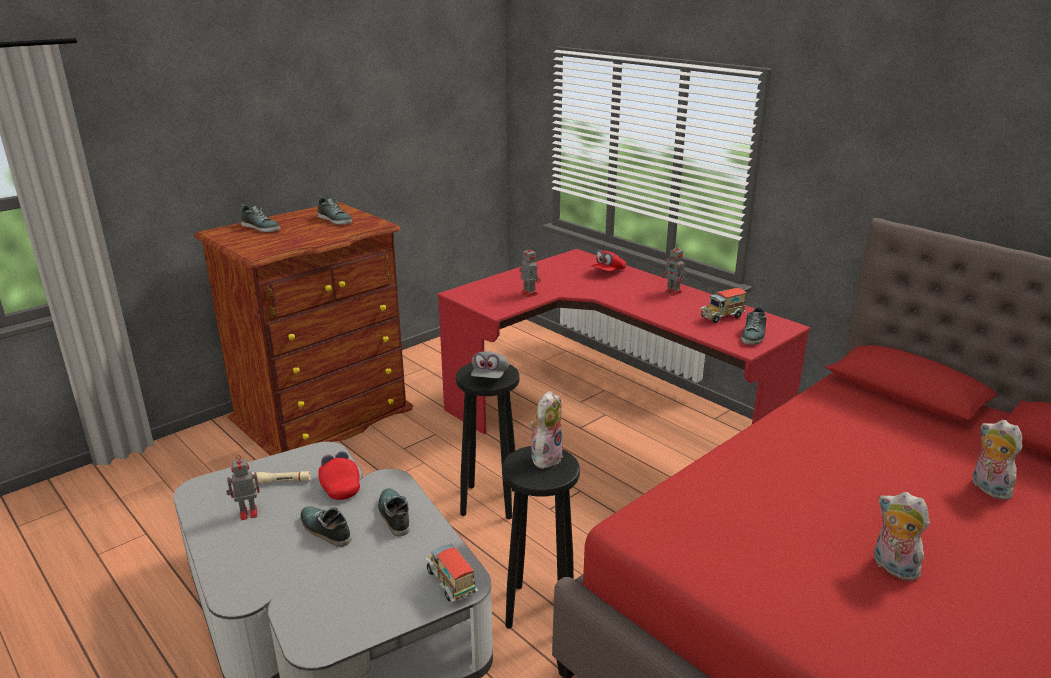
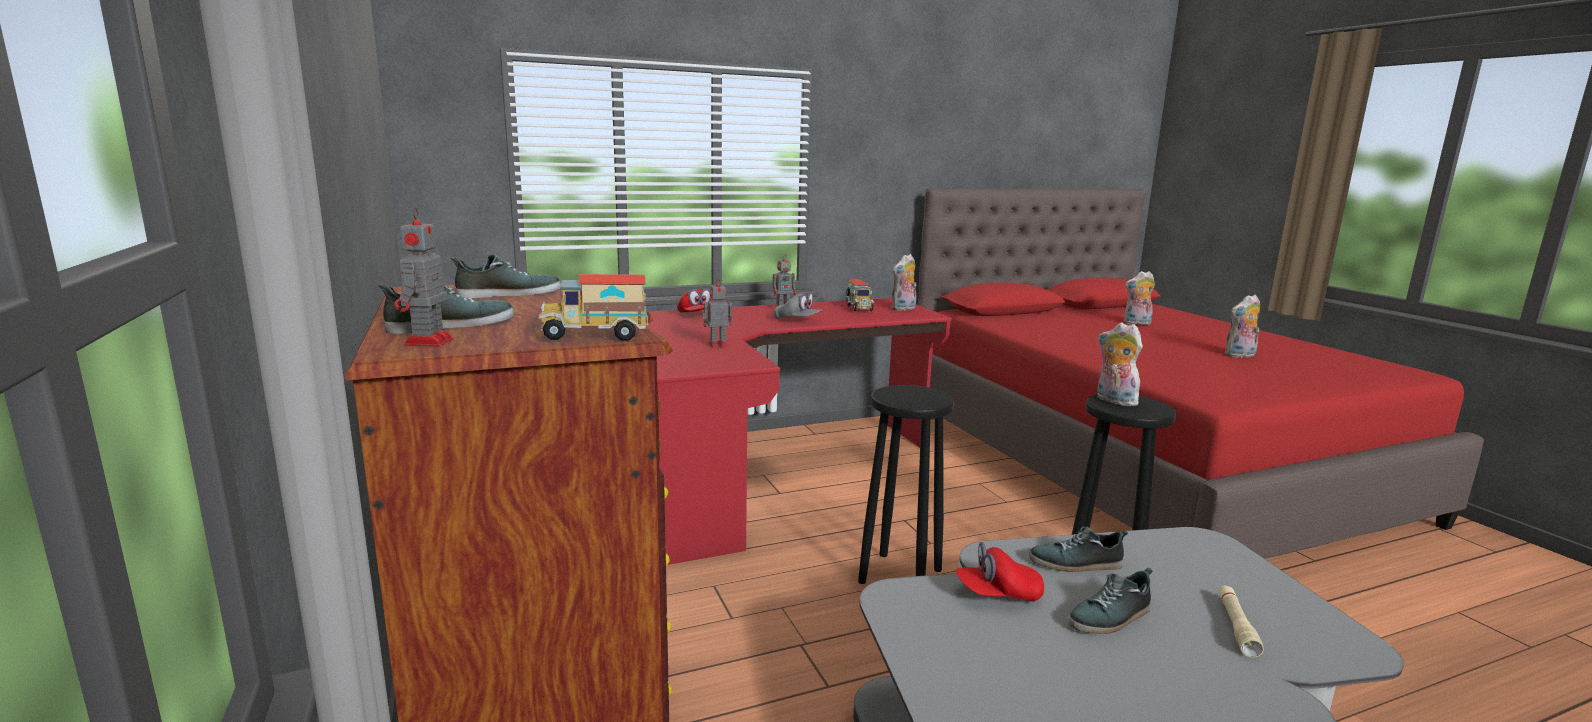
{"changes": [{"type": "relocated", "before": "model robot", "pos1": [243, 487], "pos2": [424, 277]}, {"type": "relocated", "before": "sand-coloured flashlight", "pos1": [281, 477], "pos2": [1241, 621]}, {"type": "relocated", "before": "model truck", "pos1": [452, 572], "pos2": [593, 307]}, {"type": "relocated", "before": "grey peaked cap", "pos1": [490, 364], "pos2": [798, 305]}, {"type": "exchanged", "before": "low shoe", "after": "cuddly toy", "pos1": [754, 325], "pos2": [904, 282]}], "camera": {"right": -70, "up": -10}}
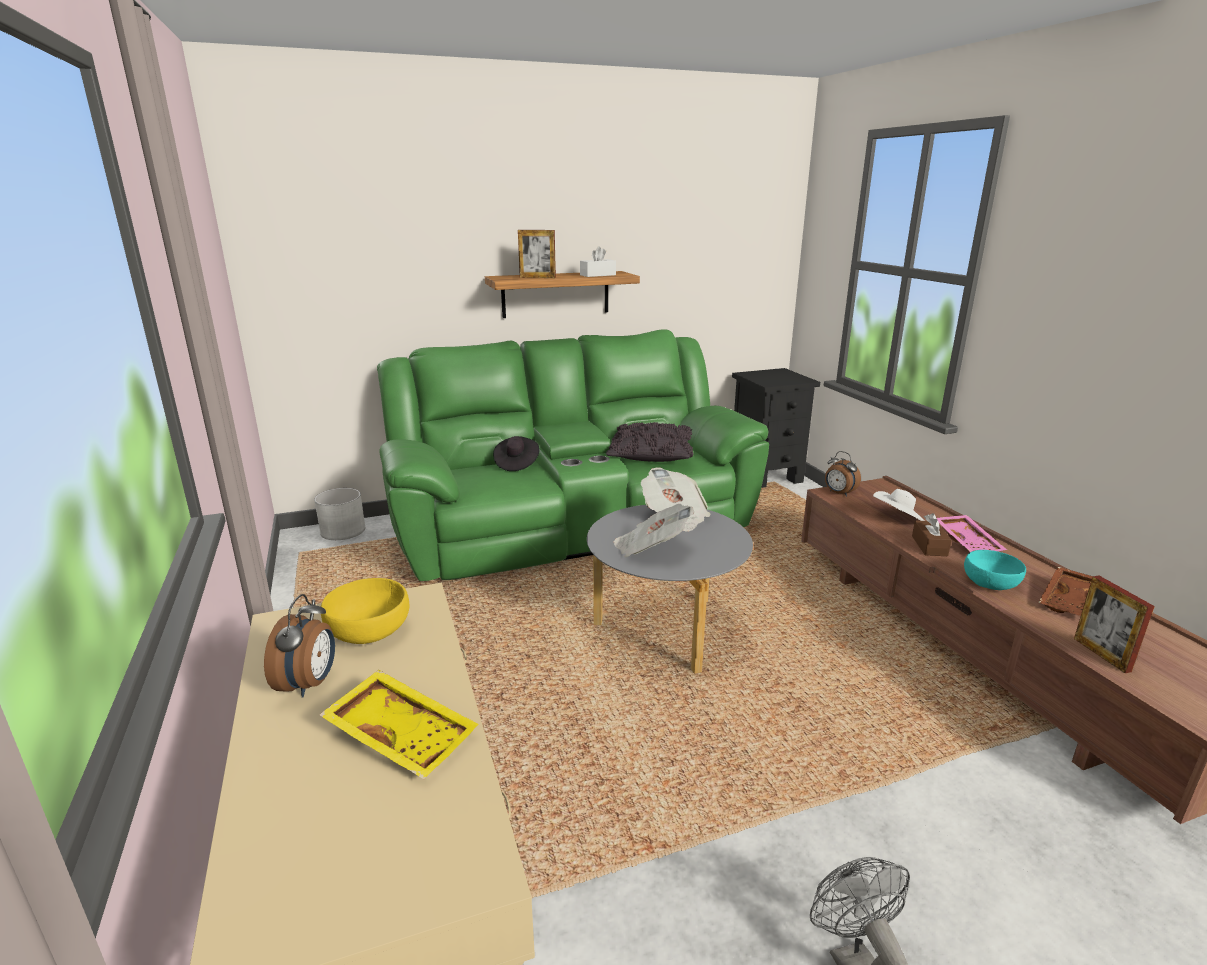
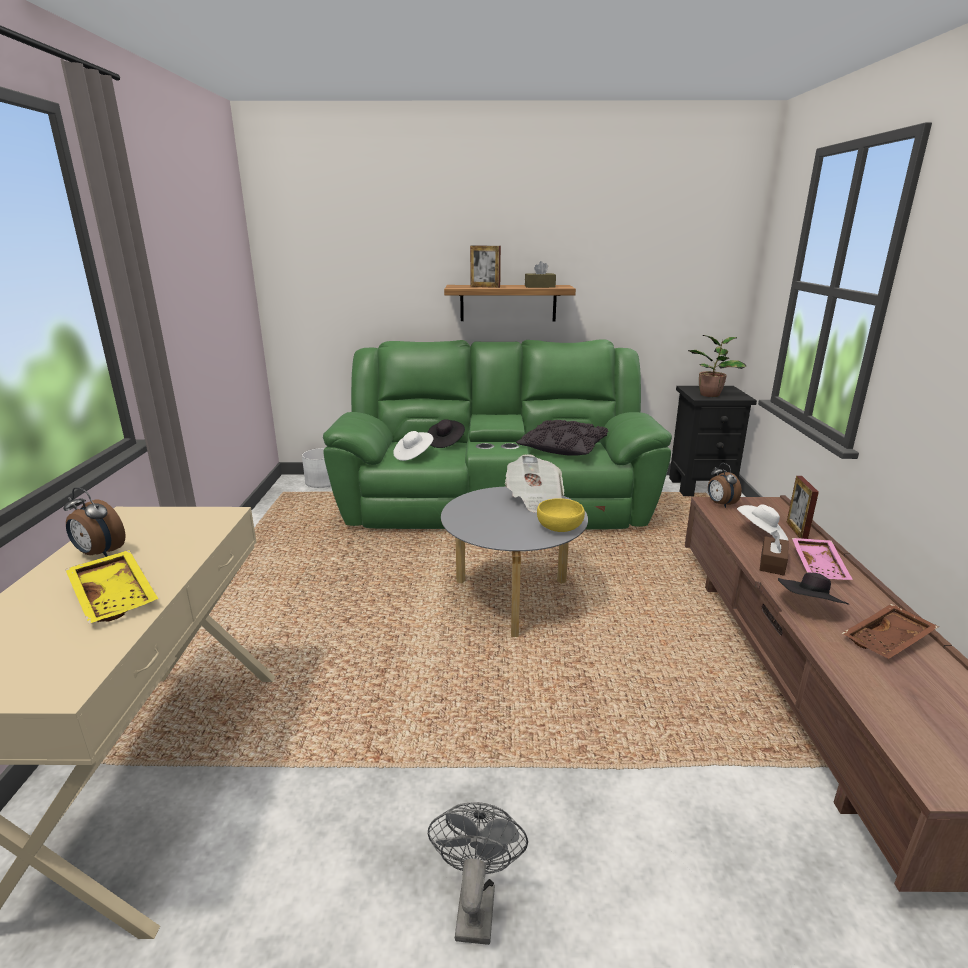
{"changes": [{"type": "missing", "before": "daily paper", "pos1": [653, 531]}, {"type": "appeared", "after": "white hat", "pos2": [413, 446]}, {"type": "appeared", "after": "potted plant", "pos2": [717, 366]}, {"type": "relocated", "before": "yellow bowl", "pos1": [365, 611], "pos2": [561, 515]}, {"type": "relocated", "before": "picture frame", "pos1": [1114, 624], "pos2": [803, 507]}, {"type": "exchanged", "before": "blue-green bowl", "after": "blackish hat", "pos1": [995, 570], "pos2": [813, 589]}, {"type": "colour", "before": "white box of tissues", "after": "brown-coloured box of tissues", "pos1": [598, 261], "pos2": [540, 274]}, {"type": "spun", "before": "table clock", "pos1": [299, 645], "pos2": [94, 522], "turn": 90}], "camera": {"right": 20, "up": 0}}
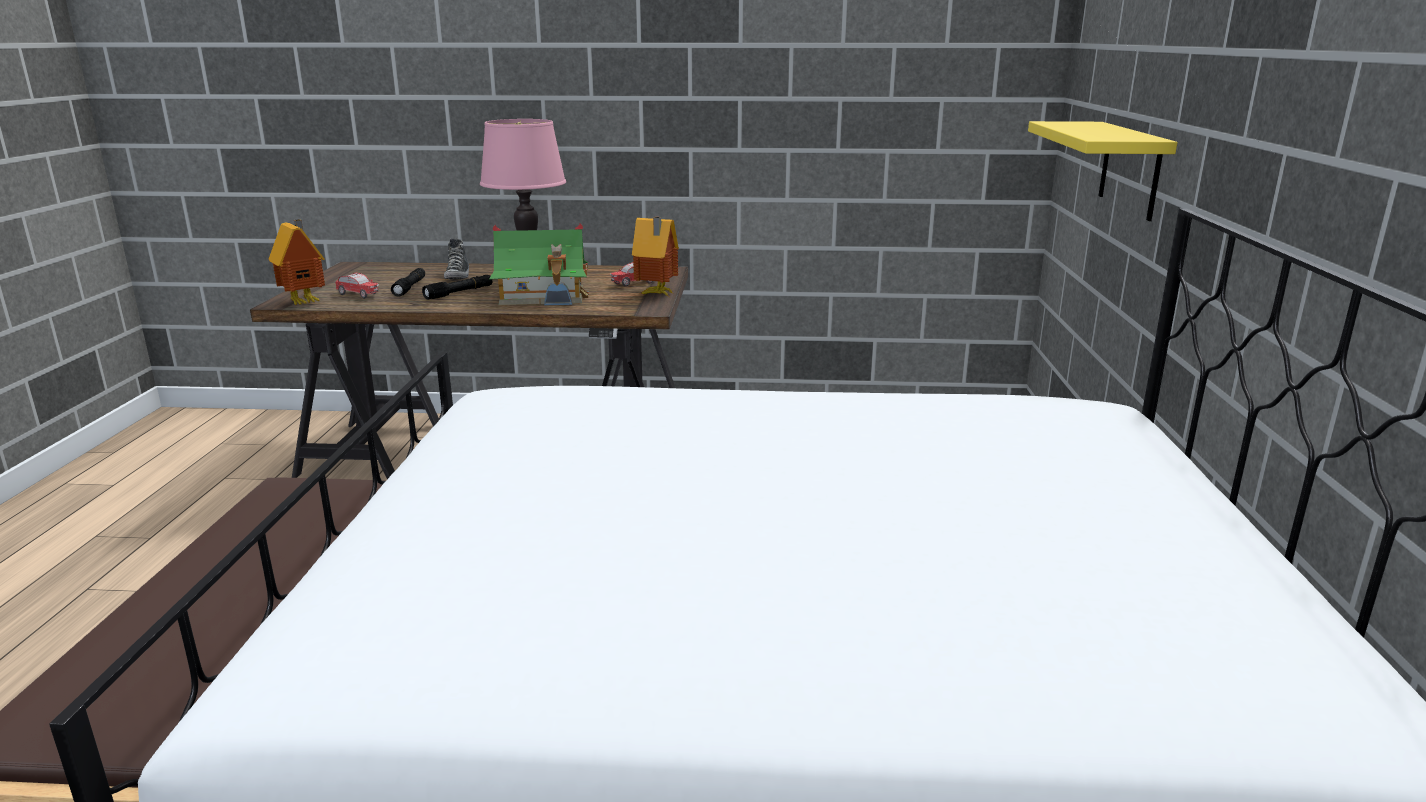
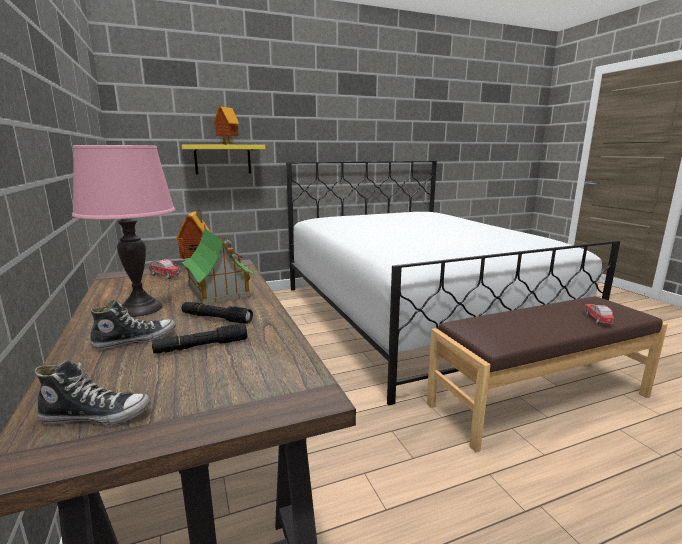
{"changes": [{"type": "appeared", "after": "low shoe", "pos2": [92, 392]}, {"type": "relocated", "before": "toy house", "pos1": [297, 262], "pos2": [226, 124]}, {"type": "relocated", "before": "model car", "pos1": [357, 286], "pos2": [599, 314]}], "camera": {"right": -115, "up": -5}}
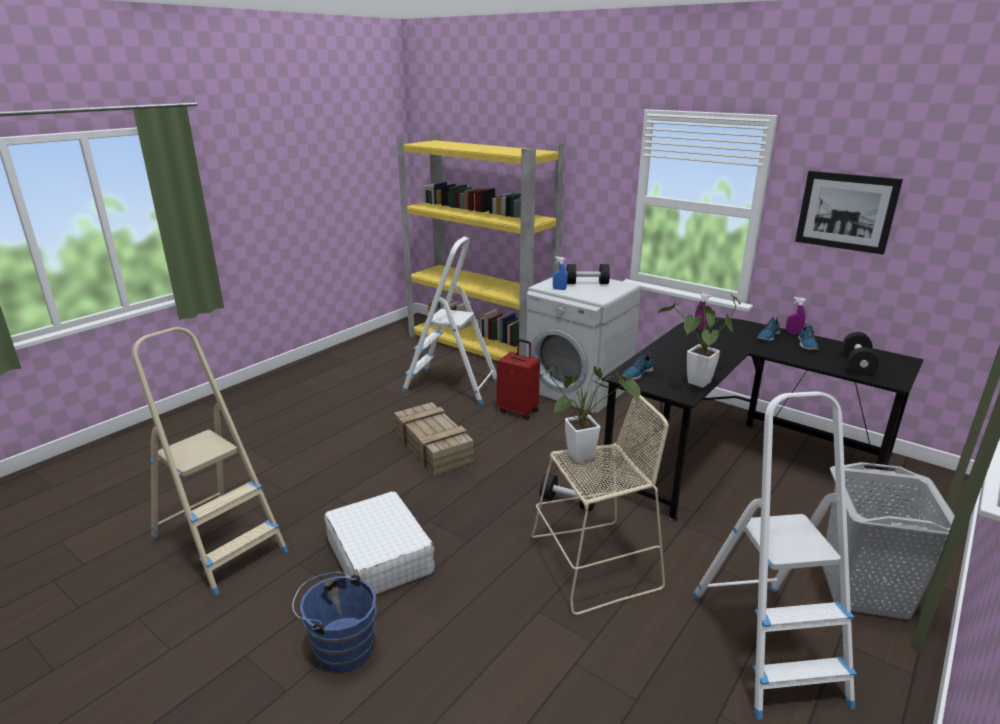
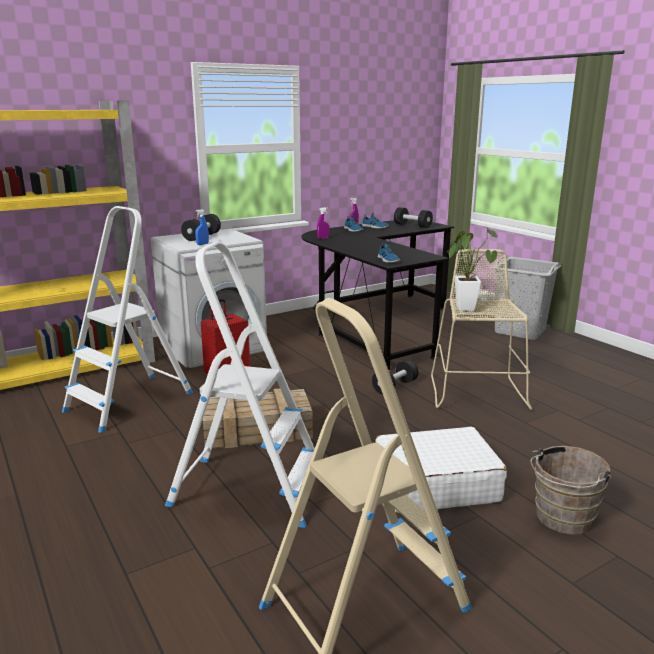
{"changes": [{"type": "missing", "before": "potted plant", "pos1": [699, 341]}, {"type": "missing", "before": "picture", "pos1": [849, 213]}, {"type": "relocated", "before": "white step ladder", "pos1": [775, 555], "pos2": [240, 384]}, {"type": "colour", "before": "bluish pail", "after": "brown-coloured pail", "pos1": [334, 622], "pos2": [571, 490]}], "camera": {"right": -70, "up": -5}}
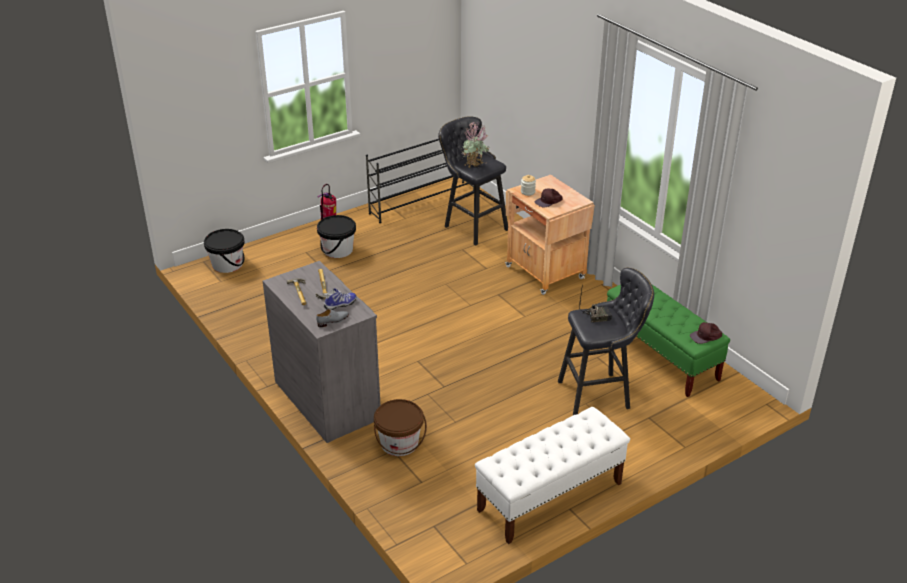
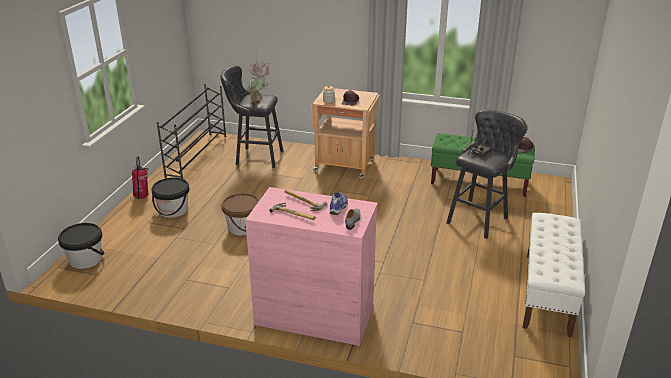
{"changes": [{"type": "relocated", "before": "brown-coloured pail", "pos1": [400, 427], "pos2": [240, 214]}, {"type": "colour", "before": "grey chest of drawers", "after": "pink chest of drawers", "pos1": [321, 352], "pos2": [311, 266]}], "camera": {"right": -40, "up": -5}}
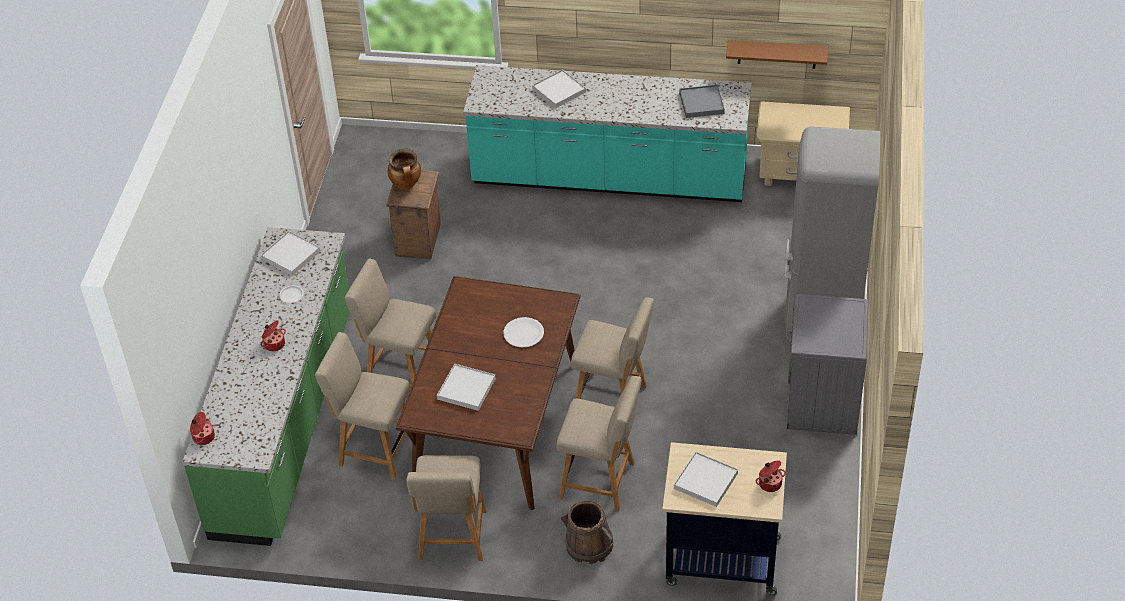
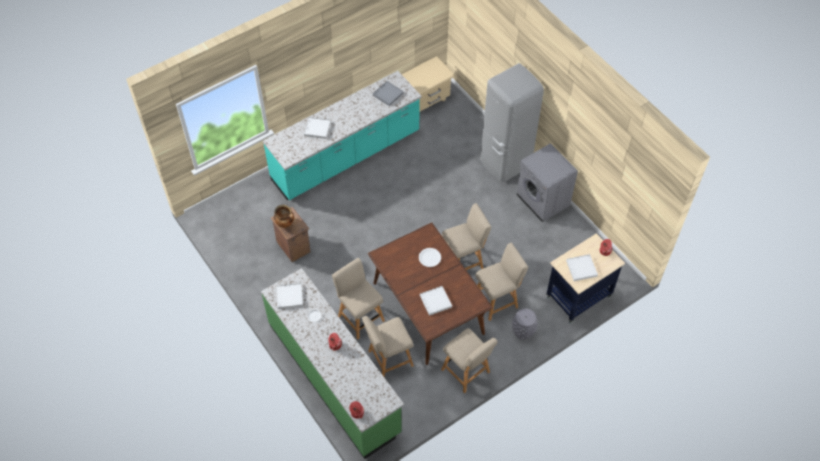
{"changes": [{"type": "missing", "before": "brown-coloured bracket shelf", "pos1": [777, 54]}, {"type": "exchanged", "before": "brown-coloured pail", "after": "grey sitting stool", "pos1": [587, 533], "pos2": [524, 324]}, {"type": "spun", "before": "sand-coloured plain chair", "pos1": [390, 323], "pos2": [358, 298], "turn": 75}], "camera": {"right": -45, "up": 10}}
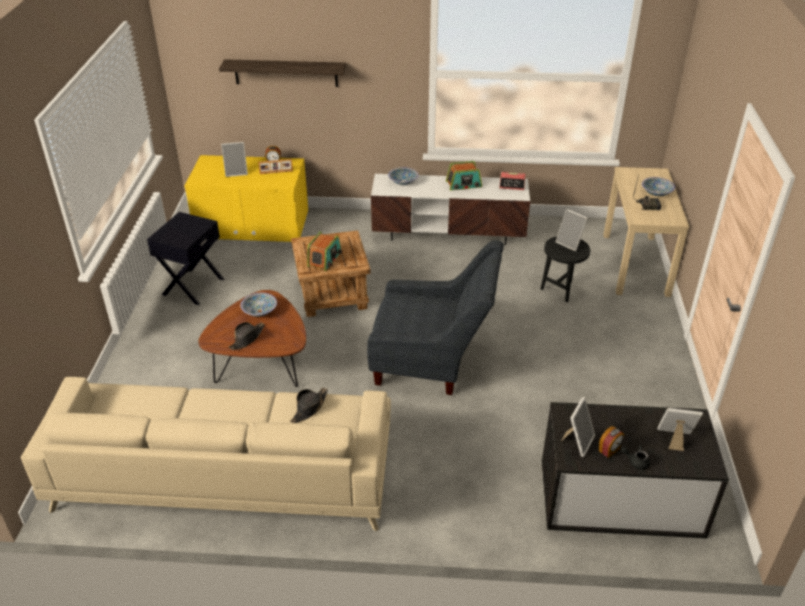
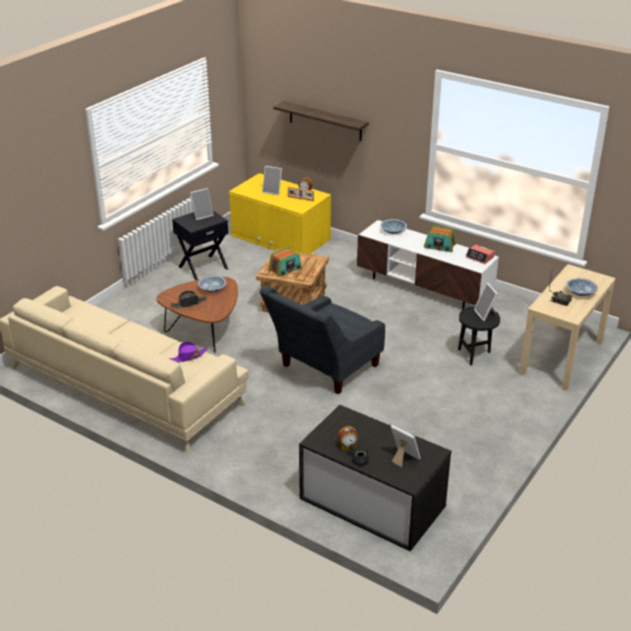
{"changes": [{"type": "relocated", "before": "picture frame", "pos1": [578, 427], "pos2": [202, 204]}, {"type": "colour", "before": "blackish hat", "after": "purple-coloured hat", "pos1": [309, 405], "pos2": [188, 351]}, {"type": "spun", "before": "grey lounge chair", "pos1": [435, 317], "pos2": [322, 340], "turn": 90}], "camera": {"right": 30, "up": -5}}
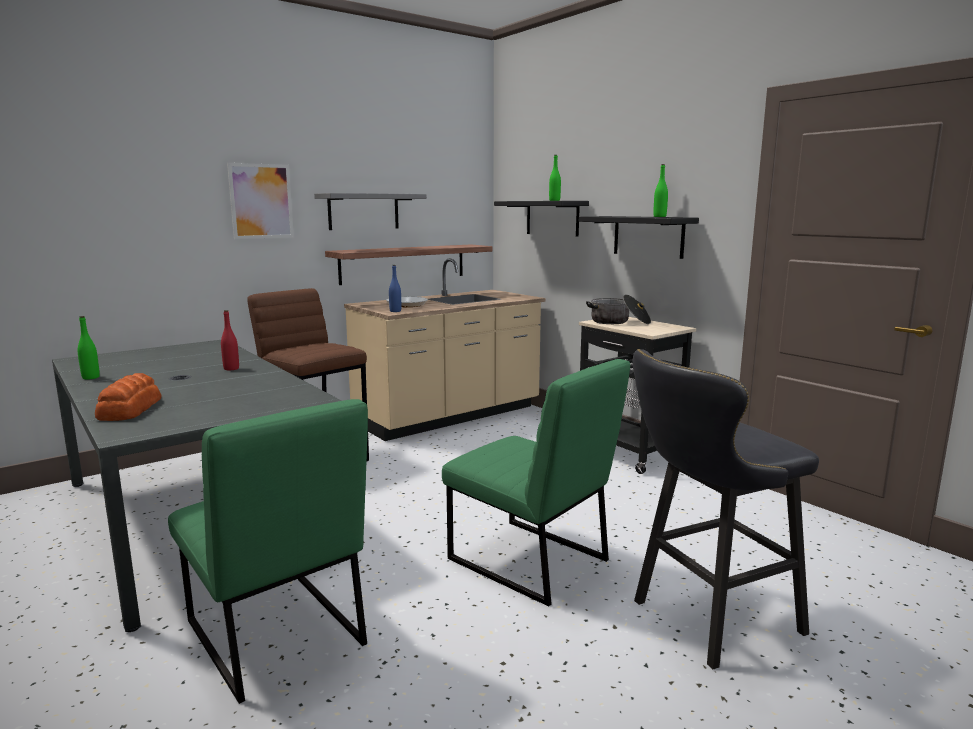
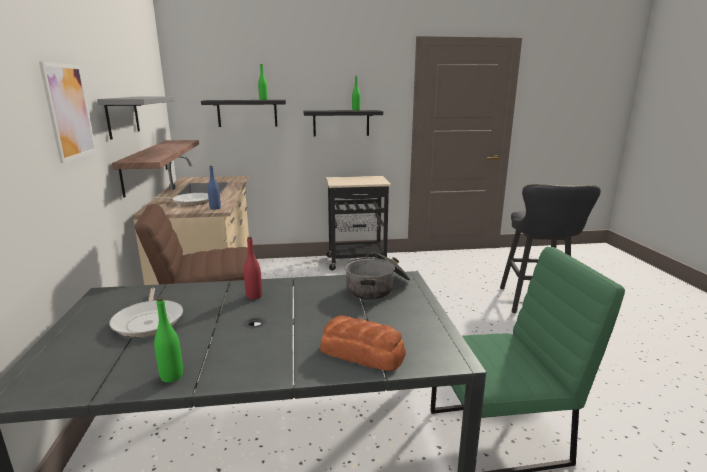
{"changes": [{"type": "missing", "before": "green plain chair", "pos1": [536, 482]}, {"type": "appeared", "after": "pan", "pos2": [146, 312]}, {"type": "relocated", "before": "stockpot", "pos1": [618, 309], "pos2": [377, 276]}], "camera": {"right": -60, "up": 5}}
